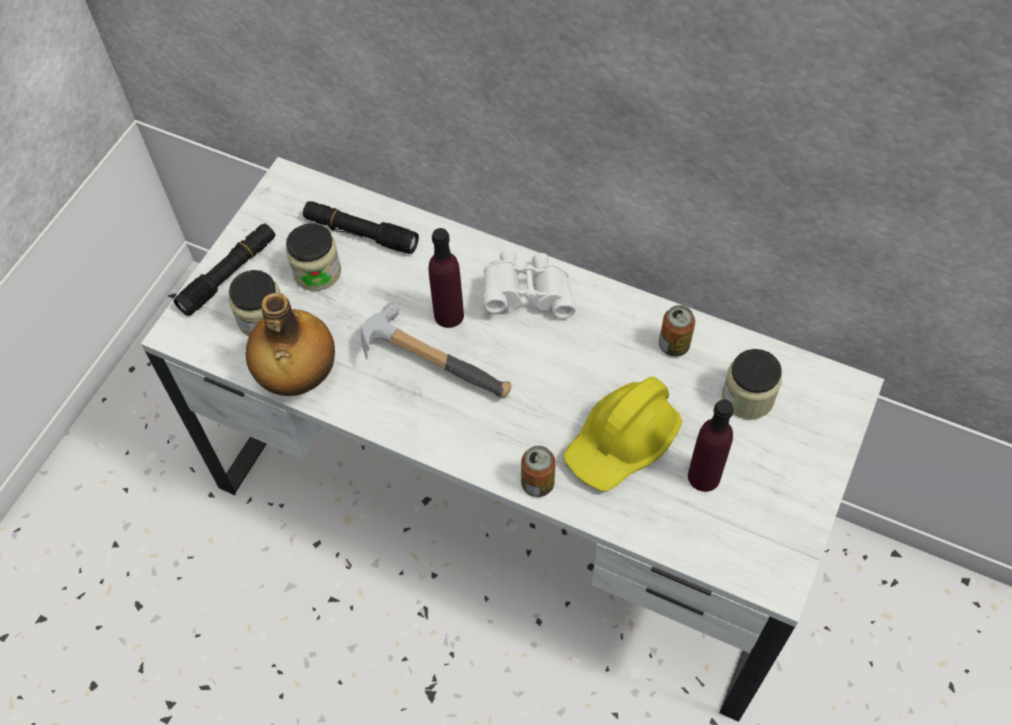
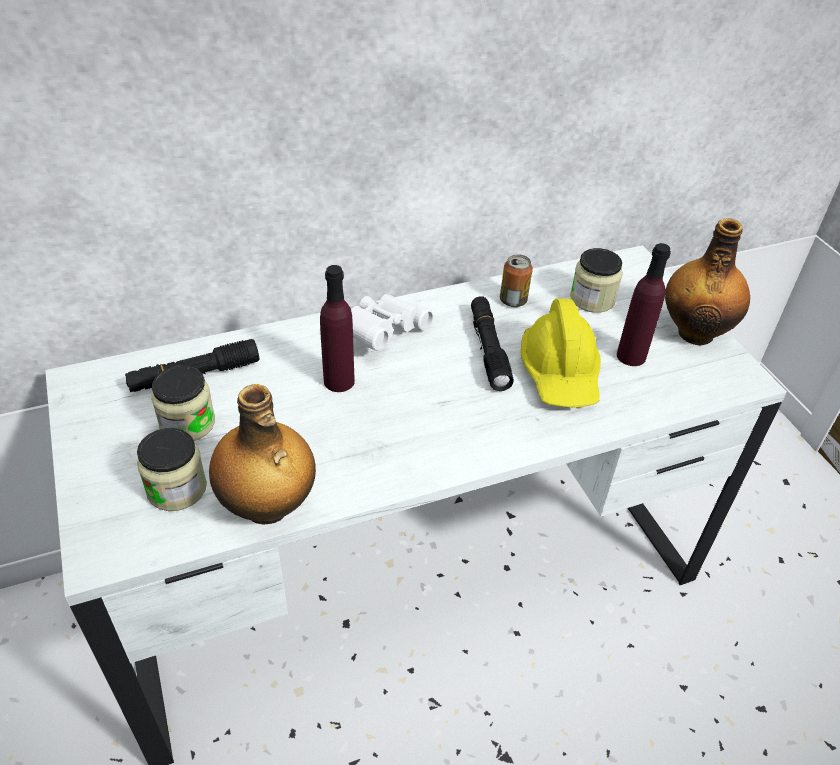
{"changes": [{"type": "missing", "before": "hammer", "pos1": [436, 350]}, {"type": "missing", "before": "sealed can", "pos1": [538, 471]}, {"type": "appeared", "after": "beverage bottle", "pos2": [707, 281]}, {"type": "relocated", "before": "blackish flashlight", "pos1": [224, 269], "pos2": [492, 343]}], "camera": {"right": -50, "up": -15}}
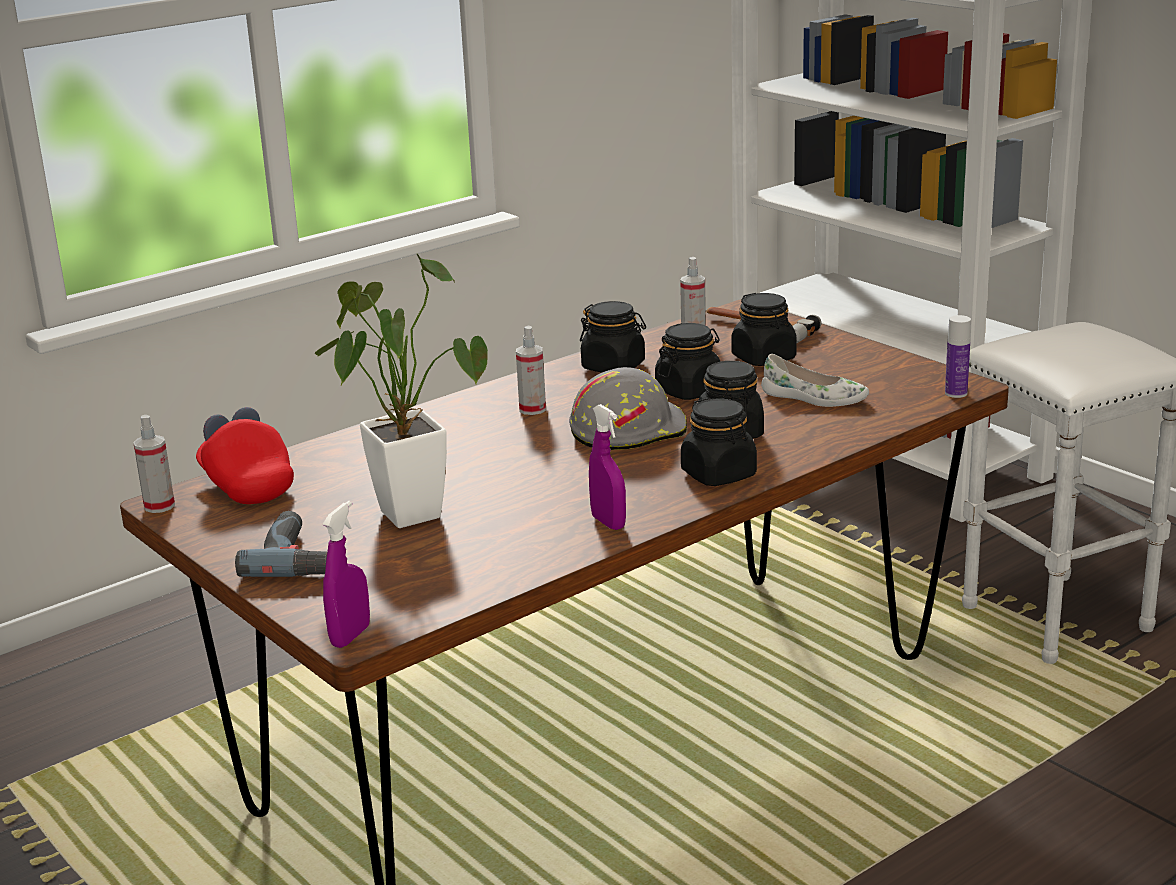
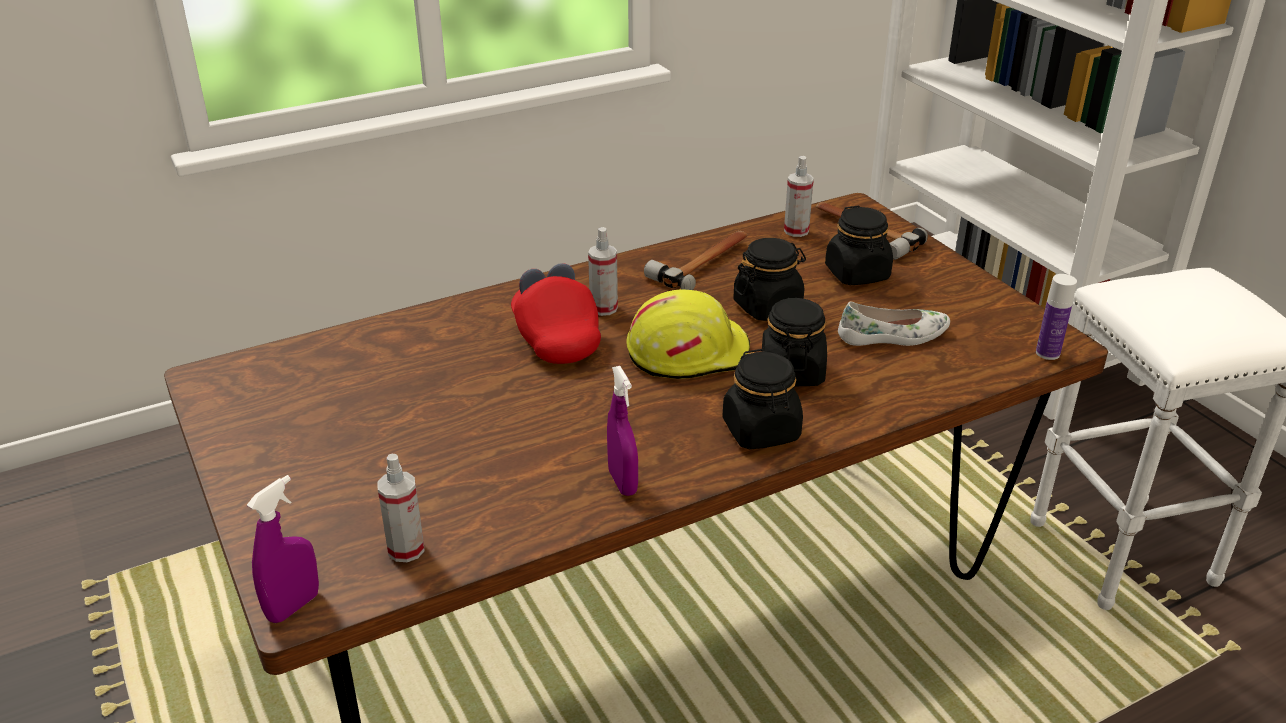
{"changes": [{"type": "missing", "before": "power drill", "pos1": [281, 544]}, {"type": "missing", "before": "potted plant", "pos1": [401, 391]}, {"type": "relocated", "before": "sprayer", "pos1": [154, 464], "pos2": [401, 508]}, {"type": "relocated", "before": "red-coloured peaked cap", "pos1": [245, 455], "pos2": [556, 313]}, {"type": "exchanged", "before": "blackish preserve jar", "after": "hammer", "pos1": [613, 337], "pos2": [696, 260]}, {"type": "colour", "before": "grey safety helmet", "after": "yellow safety helmet", "pos1": [628, 408], "pos2": [688, 334]}, {"type": "spun", "before": "white low shoe", "pos1": [815, 380], "pos2": [894, 324], "turn": -45}], "camera": {"right": 10, "up": 10}}
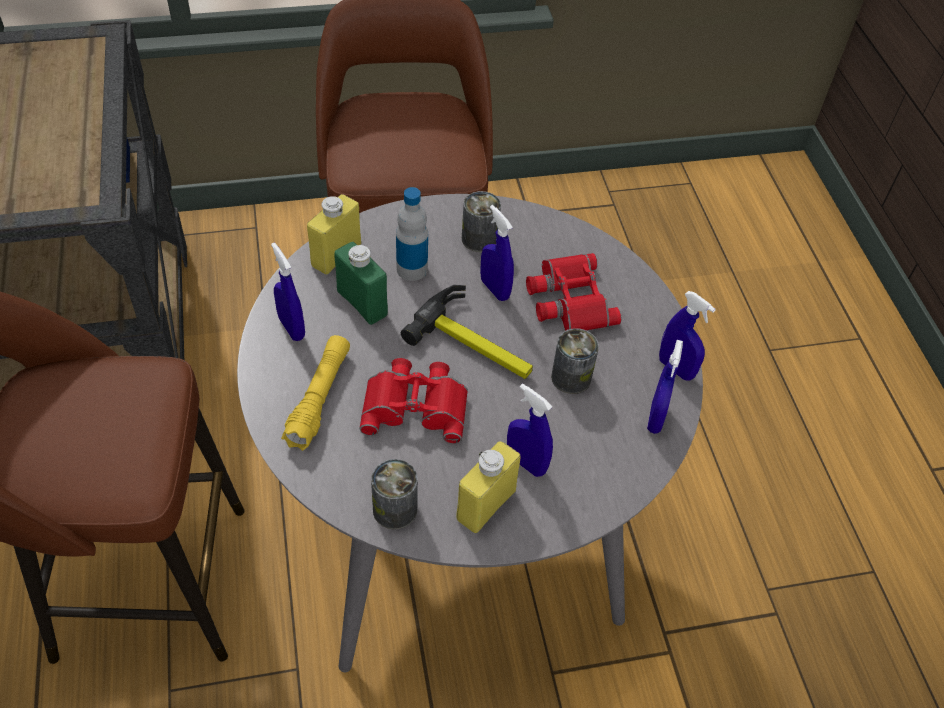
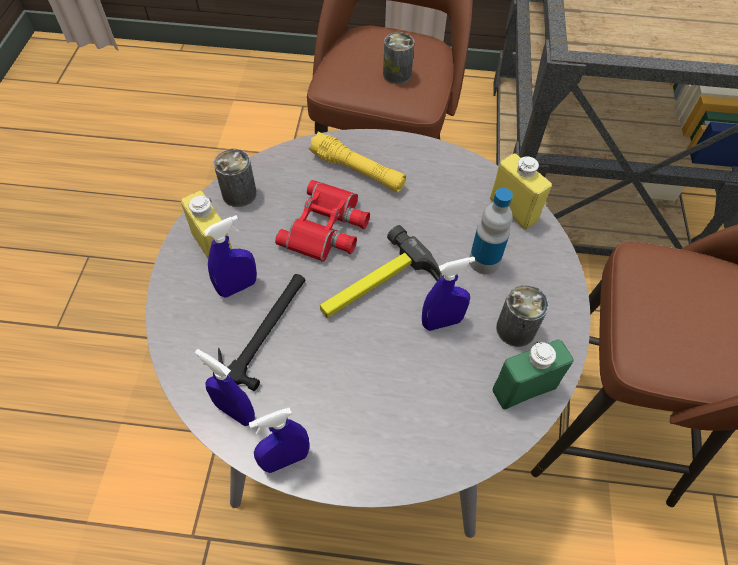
{"changes": [{"type": "missing", "before": "bluish sprayer", "pos1": [288, 292]}, {"type": "missing", "before": "red-coloured pair of binoculars", "pos1": [573, 292]}, {"type": "appeared", "after": "hammer", "pos2": [261, 332]}, {"type": "relocated", "before": "green beverage bottle", "pos1": [361, 283], "pos2": [533, 374]}, {"type": "relocated", "before": "sealed can", "pos1": [575, 361], "pos2": [398, 58]}], "camera": {"right": 110, "up": 5}}
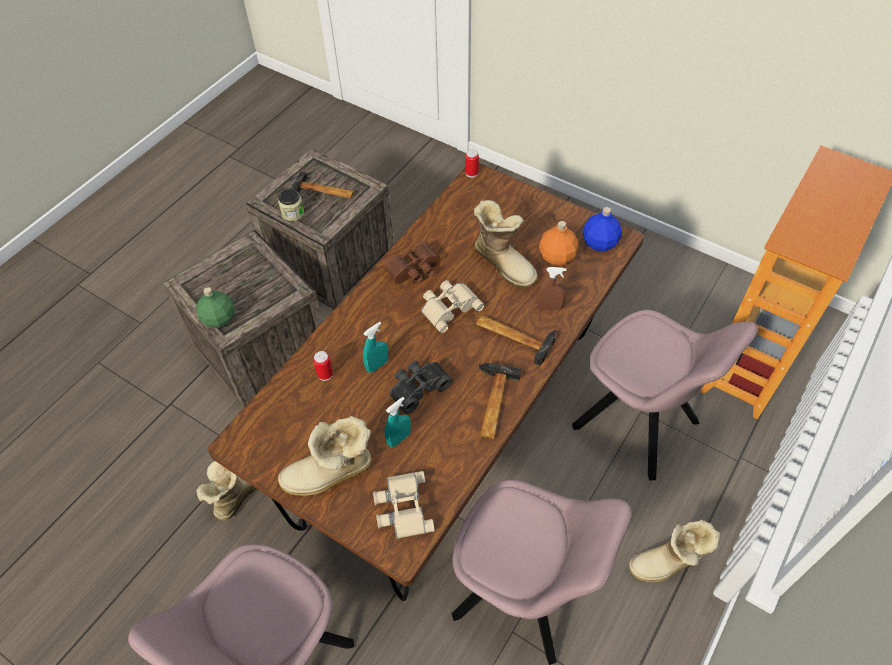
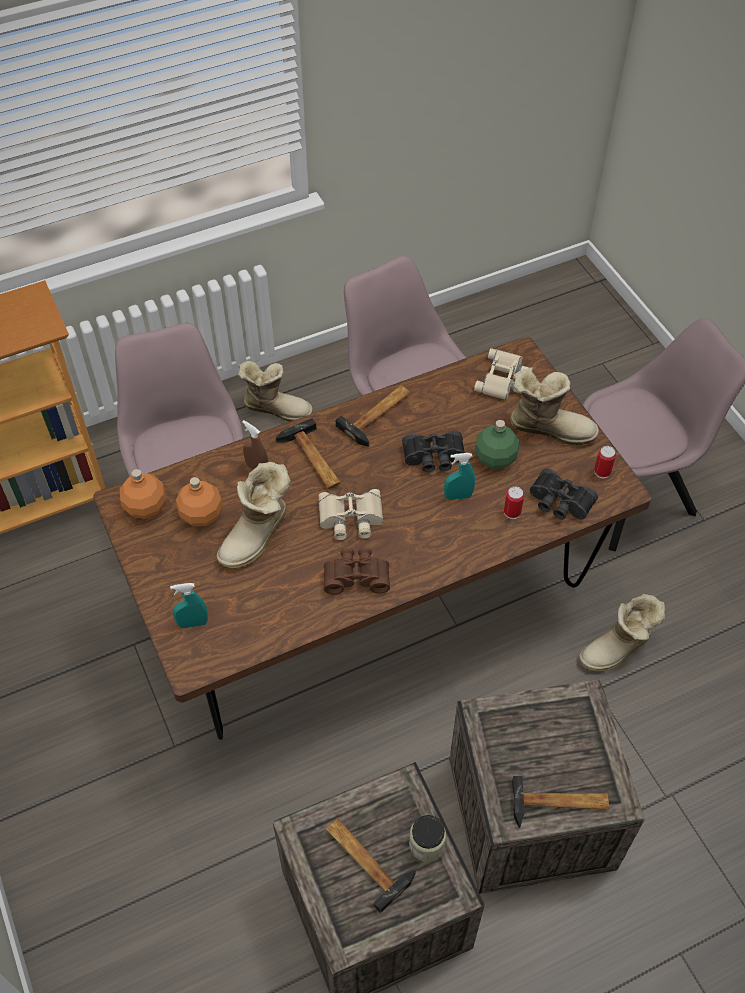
{"changes": [{"type": "appeared", "after": "hammer", "pos2": [560, 802]}, {"type": "appeared", "after": "blackish pair of binoculars", "pos2": [564, 494]}, {"type": "relocated", "before": "green beverage bottle", "pos1": [215, 307], "pos2": [496, 444]}, {"type": "relocated", "before": "blue-green sprayer", "pos1": [398, 422], "pos2": [189, 605]}, {"type": "relocated", "before": "sealed can", "pos1": [472, 163], "pos2": [605, 462]}, {"type": "colour", "before": "bluish beverage bottle", "after": "orangey beverage bottle", "pos1": [602, 229], "pos2": [143, 494]}, {"type": "spun", "before": "boot", "pos1": [506, 244], "pos2": [254, 515], "turn": -135}], "camera": {"right": -150, "up": 0}}
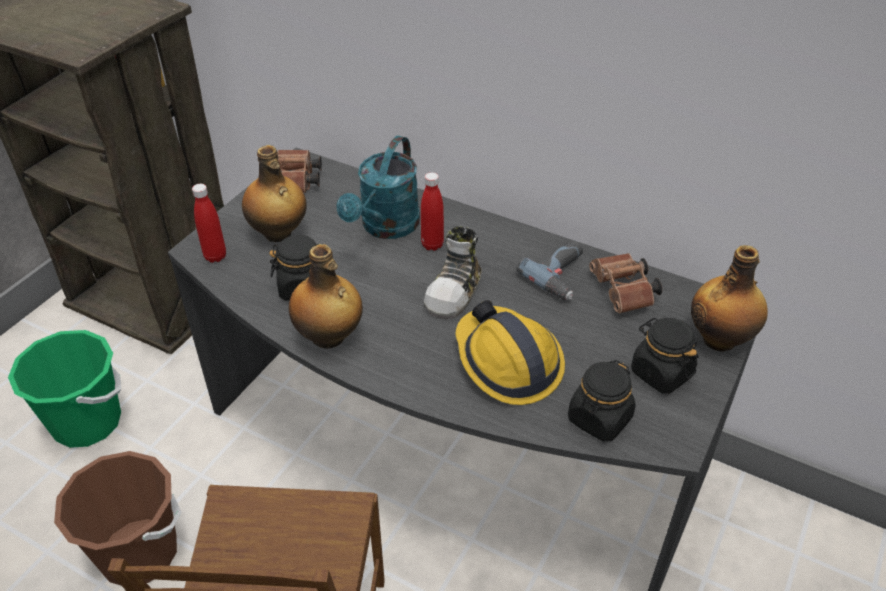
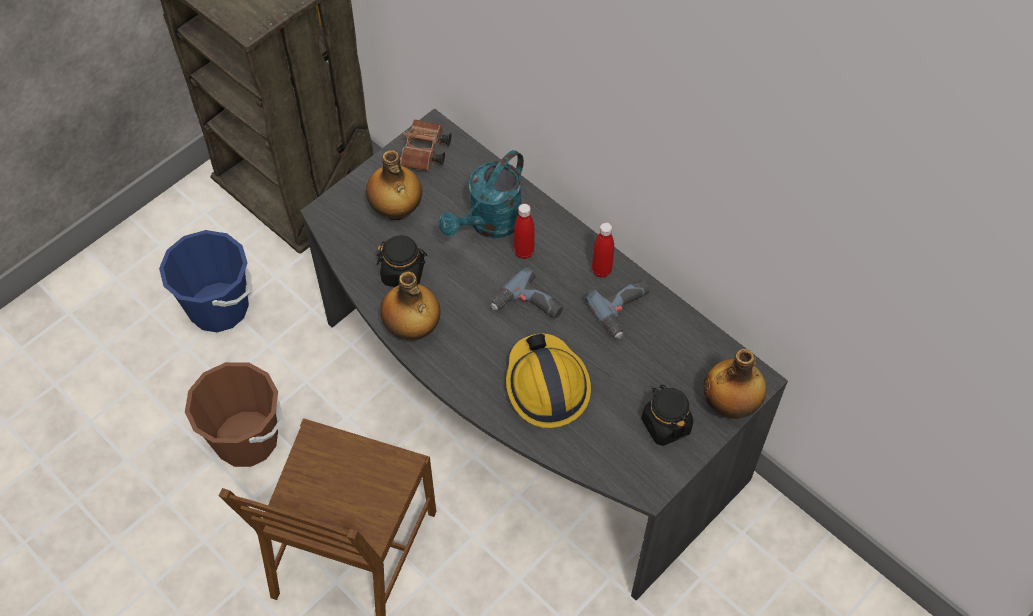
{"changes": [{"type": "missing", "before": "blackish preserve jar", "pos1": [602, 401]}, {"type": "missing", "before": "brown-coloured pair of binoculars", "pos1": [625, 283]}, {"type": "relocated", "before": "red-coloured beverage bottle", "pos1": [209, 223], "pos2": [603, 250]}, {"type": "exchanged", "before": "low shoe", "after": "power drill", "pos1": [453, 273], "pos2": [527, 293]}, {"type": "colour", "before": "green pail", "after": "bluish pail", "pos1": [64, 389], "pos2": [205, 281]}], "camera": {"right": 15, "up": 15}}
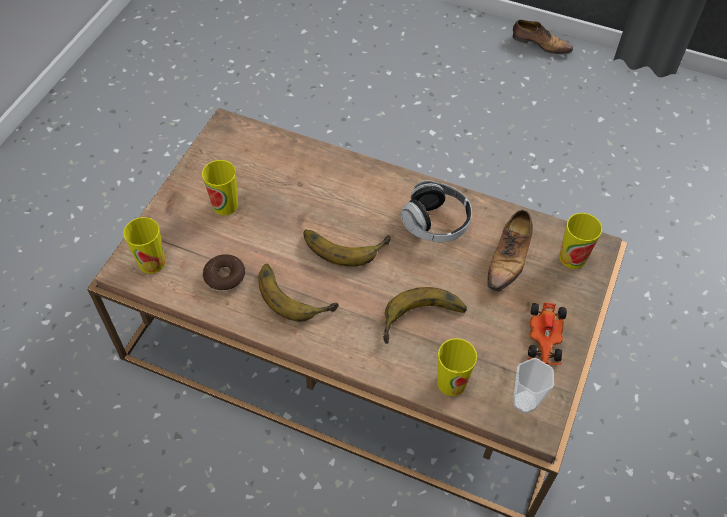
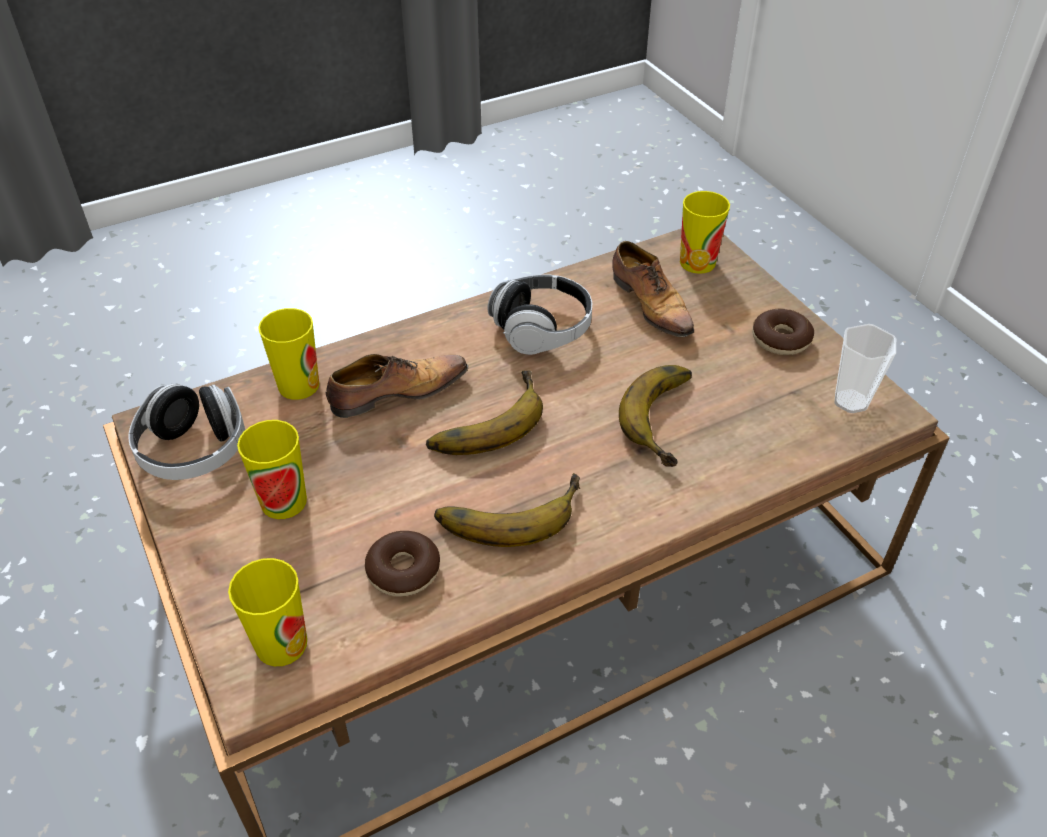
{"changes": [{"type": "appeared", "after": "headphones", "pos2": [186, 431]}, {"type": "relocated", "before": "small cup", "pos1": [457, 367], "pos2": [288, 354]}, {"type": "relocated", "before": "low shoe", "pos1": [543, 37], "pos2": [397, 386]}, {"type": "exchanged", "before": "model car", "after": "doughnut", "pos1": [547, 334], "pos2": [783, 332]}], "camera": {"right": -50, "up": -10}}
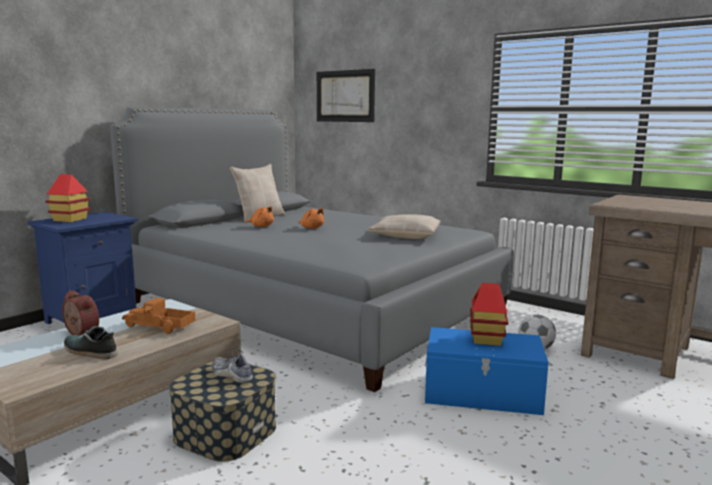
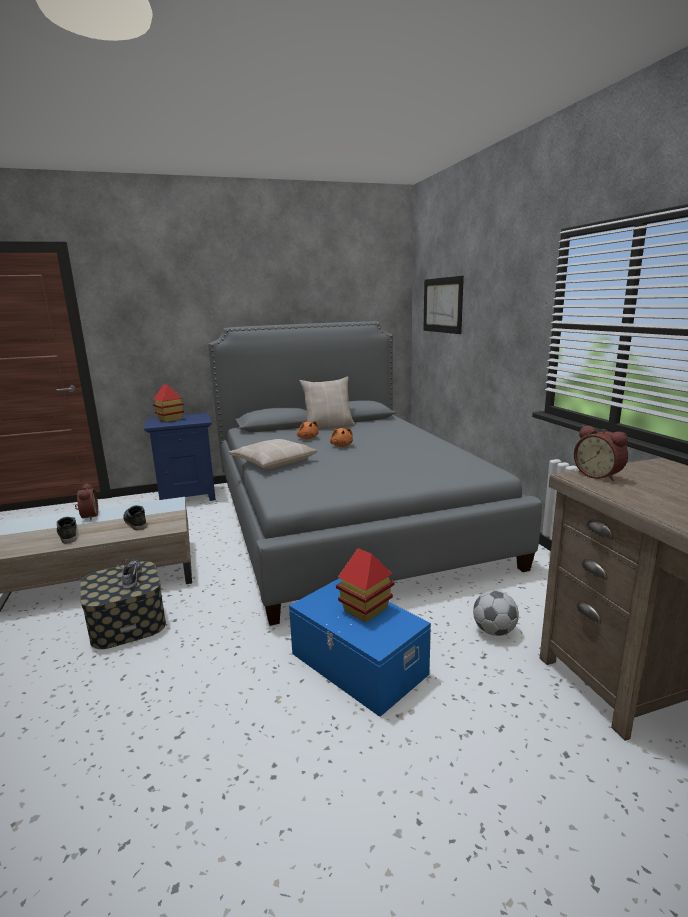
{"changes": [{"type": "appeared", "after": "table clock", "pos2": [601, 453]}, {"type": "relocated", "before": "sand-coloured cushion", "pos1": [403, 226], "pos2": [272, 454]}, {"type": "exchanged", "before": "model truck", "after": "low shoe", "pos1": [159, 316], "pos2": [135, 517]}], "camera": {"right": 35, "up": 5}}
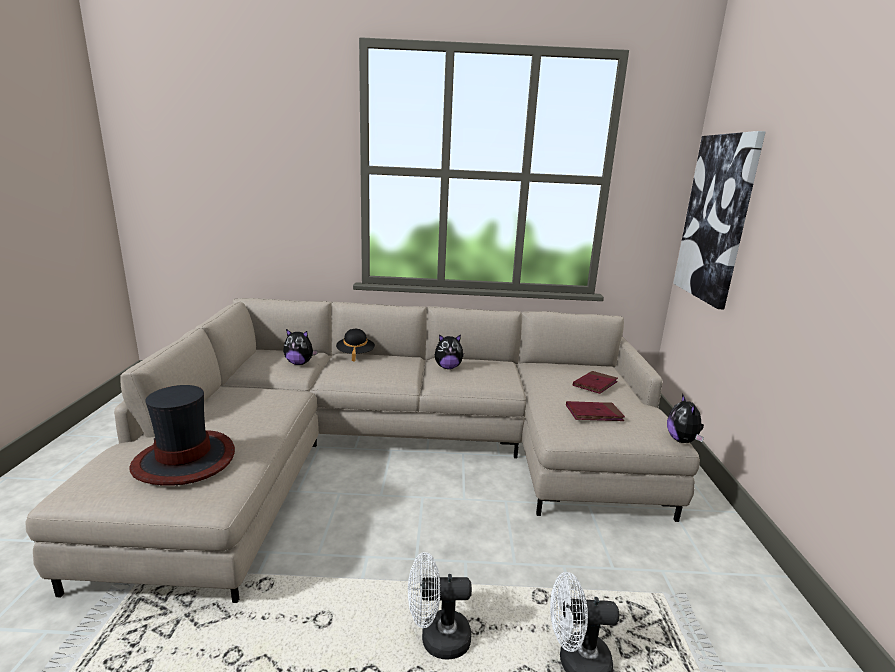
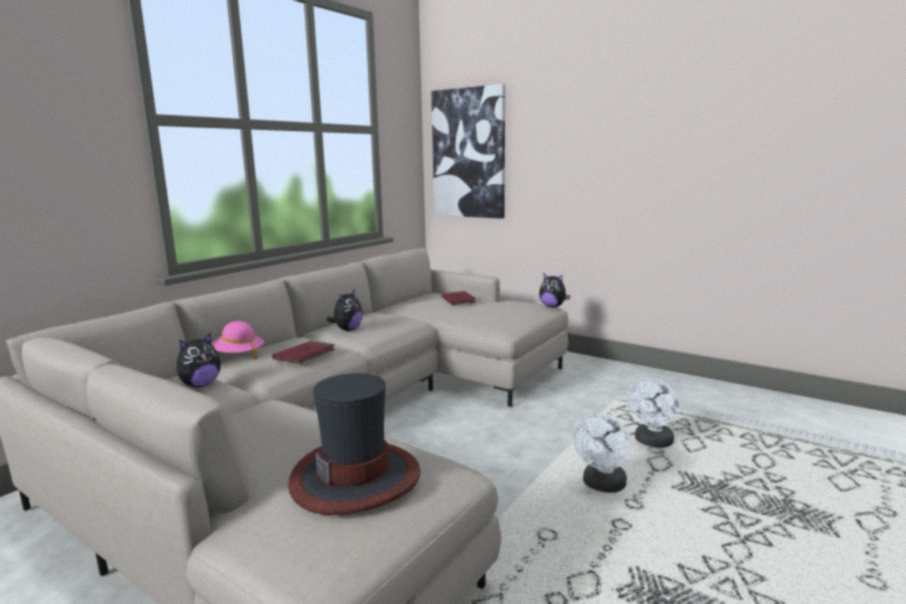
{"changes": [{"type": "relocated", "before": "red-coloured book", "pos1": [595, 411], "pos2": [303, 352]}, {"type": "colour", "before": "blackish hat", "after": "pink hat", "pos1": [355, 345], "pos2": [237, 340]}], "camera": {"right": -55, "up": -5}}
